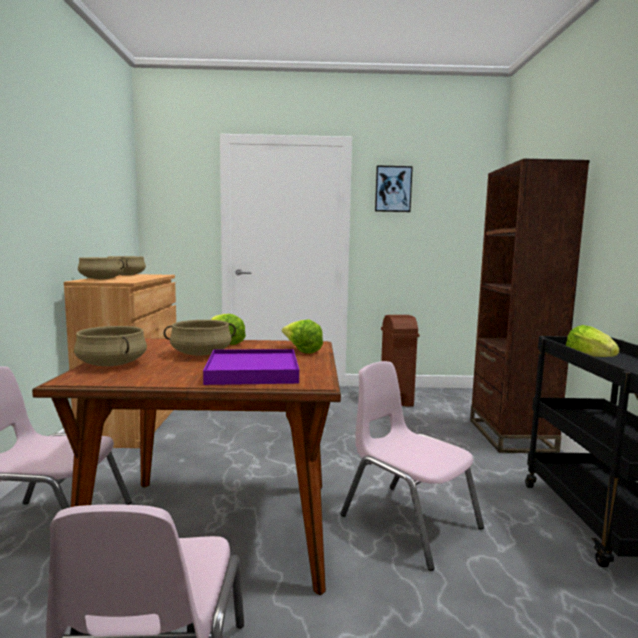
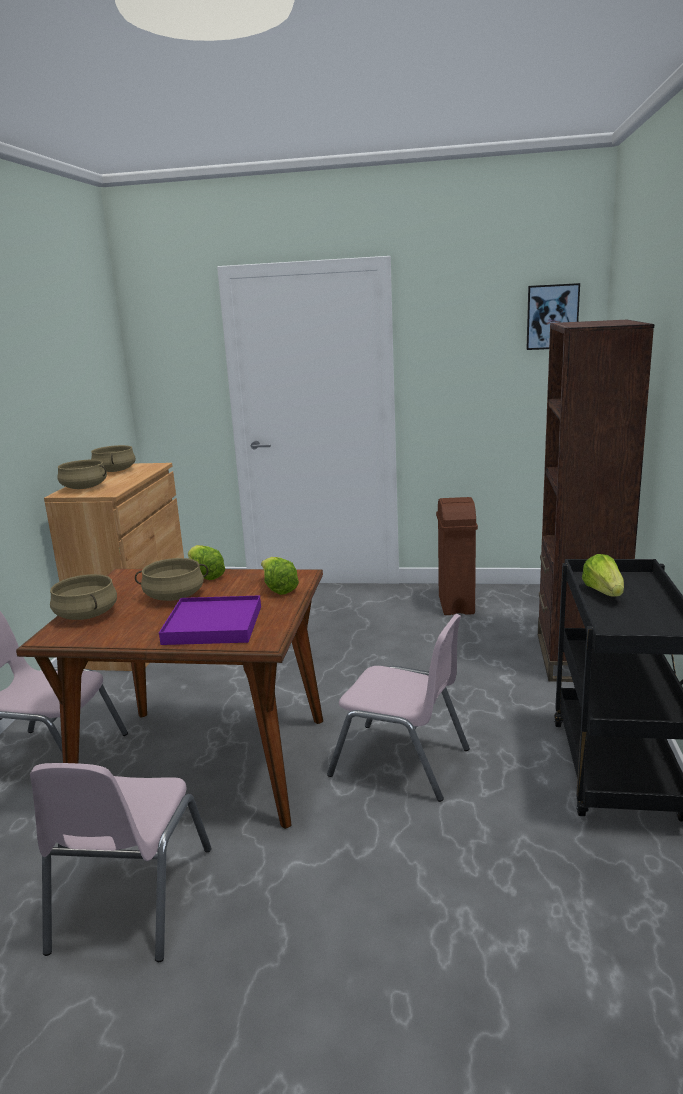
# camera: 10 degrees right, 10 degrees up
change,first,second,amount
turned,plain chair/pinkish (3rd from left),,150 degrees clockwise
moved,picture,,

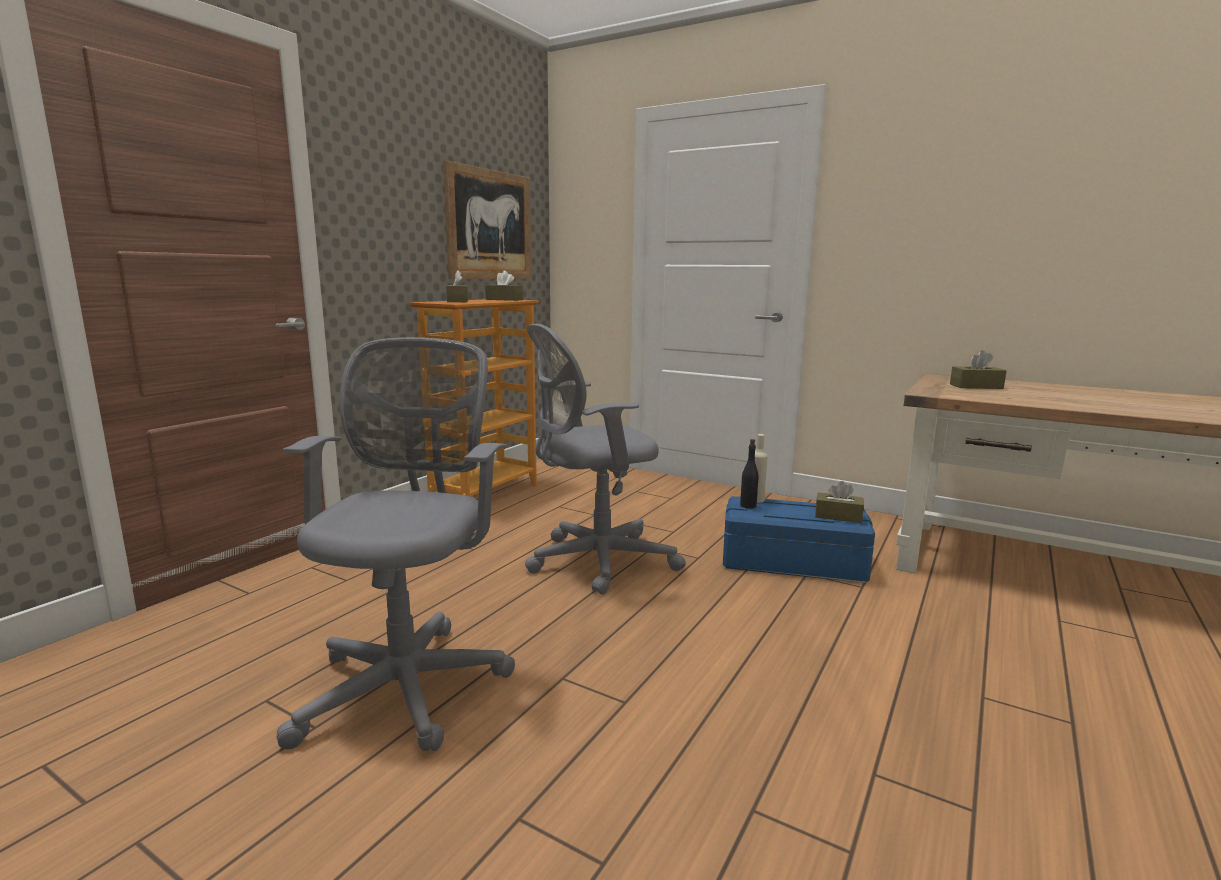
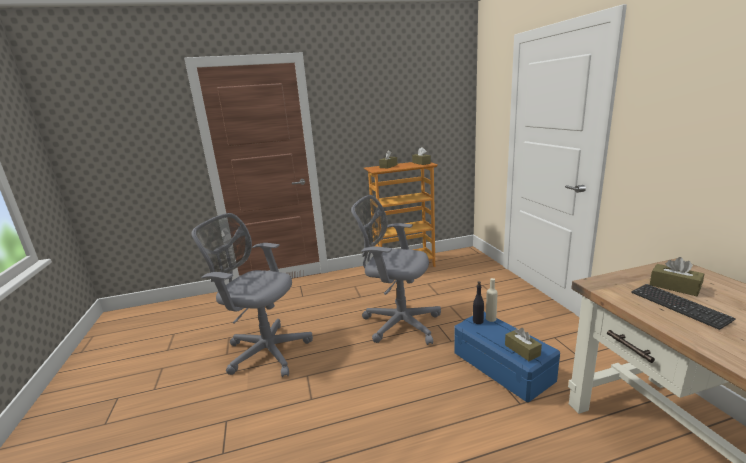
# camera: 45 degrees right, 5 degrees up
change,first,second,amount
turned,computer chair/greyish (1st from left),,120 degrees counterclockwise
added,,keyboard,
removed,picture,,

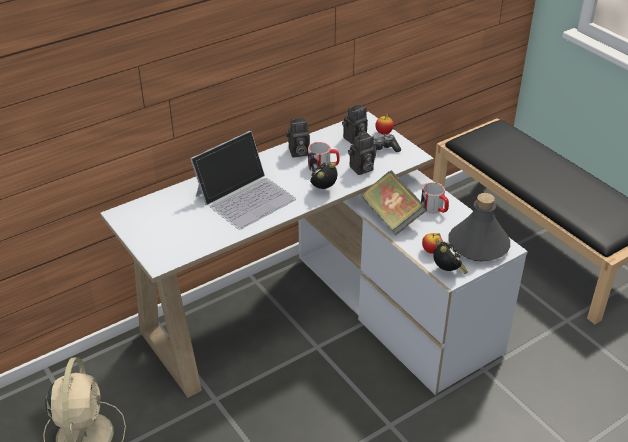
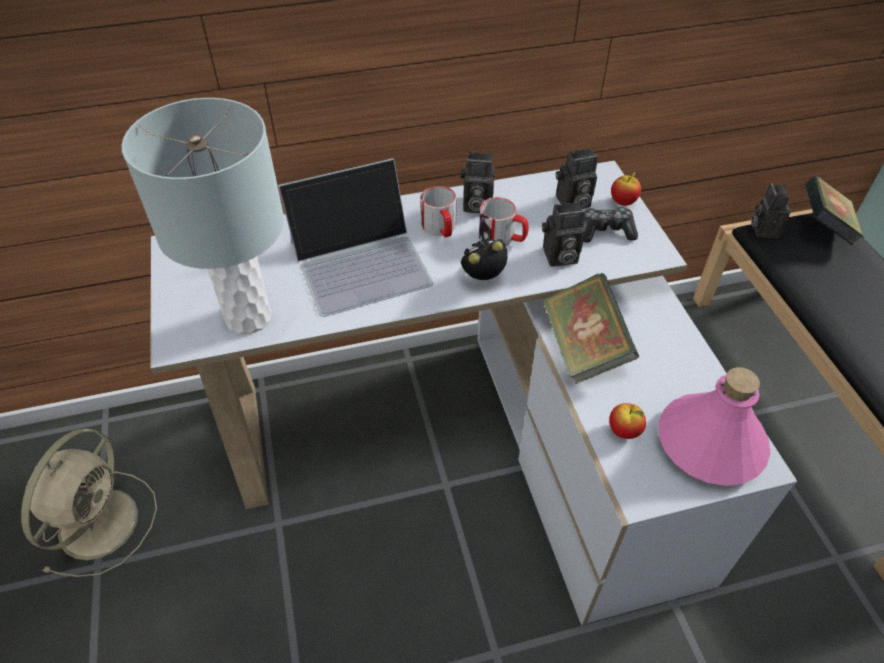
# camera: 20 degrees right, 10 degrees up
change,first,second,amount
added,,table lamp/greyish,
moved,tea mug (2nd from left in the first image),tea mug (1st from left),
recoloured,drink bottle/greyish,drink bottle/pinkish,
added,,still camera (4th from left),
added,,volume (2nd from left),
removed,table clock (2nd from left),,

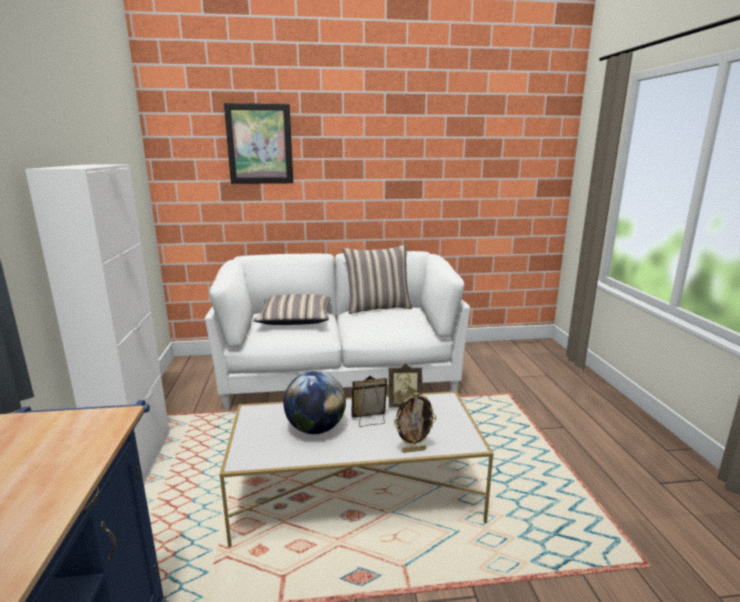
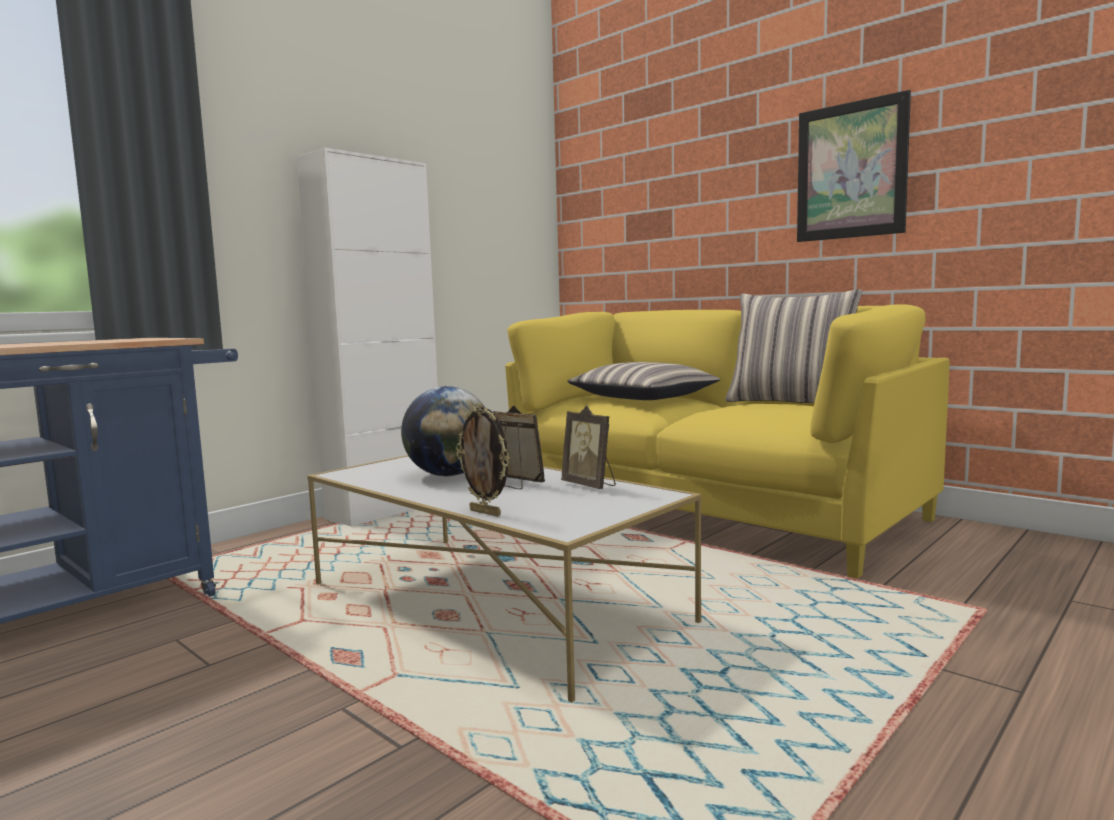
# camera: 50 degrees right, 10 degrees down
change,first,second,amount
recoloured,sofa/white-coloured,sofa/yellowish,
moved,picture,,

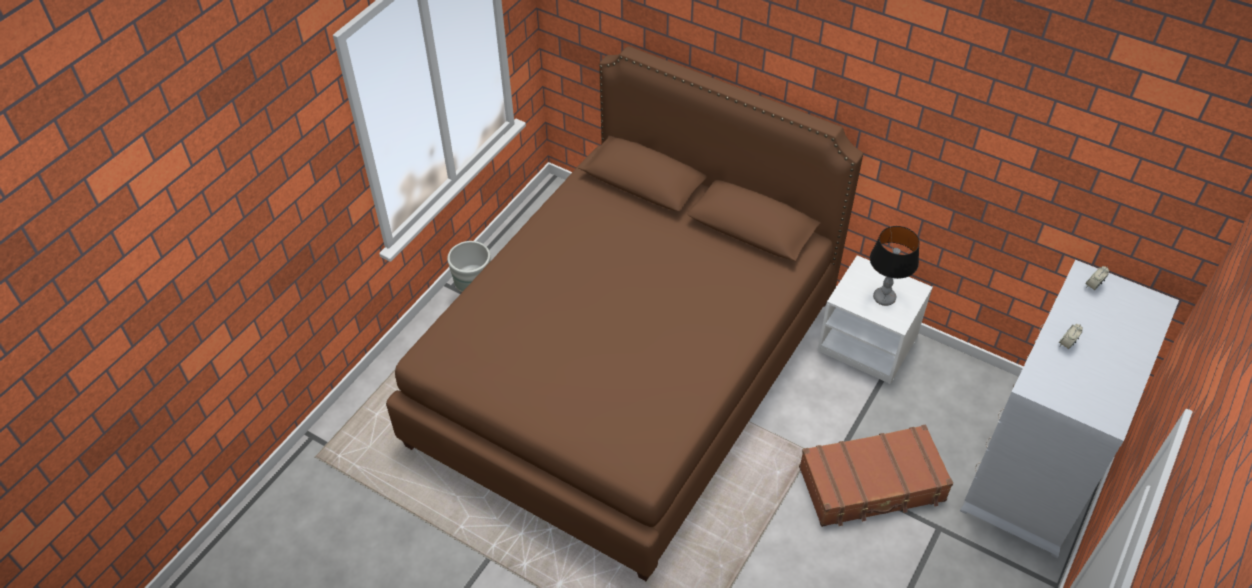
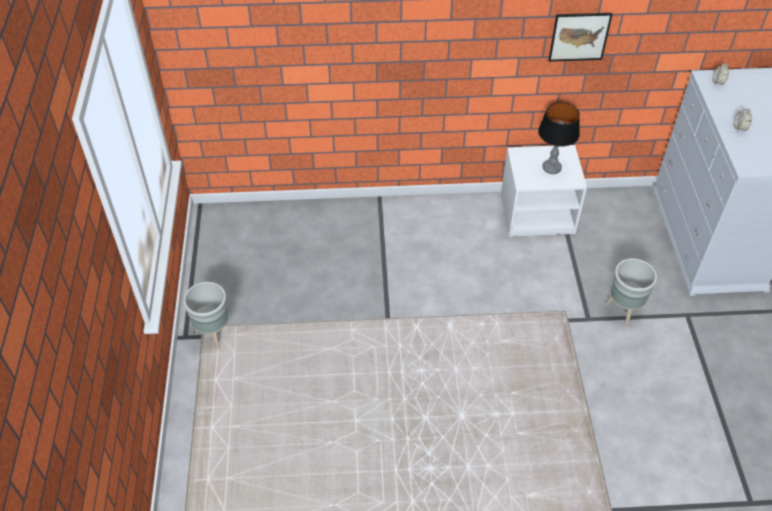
# camera: 35 degrees left, 0 degrees up
change,first,second,amount
added,,picture,
replaced,travel case/brown,plant pot/greyish (2nd from left),
removed,bed/brown,,

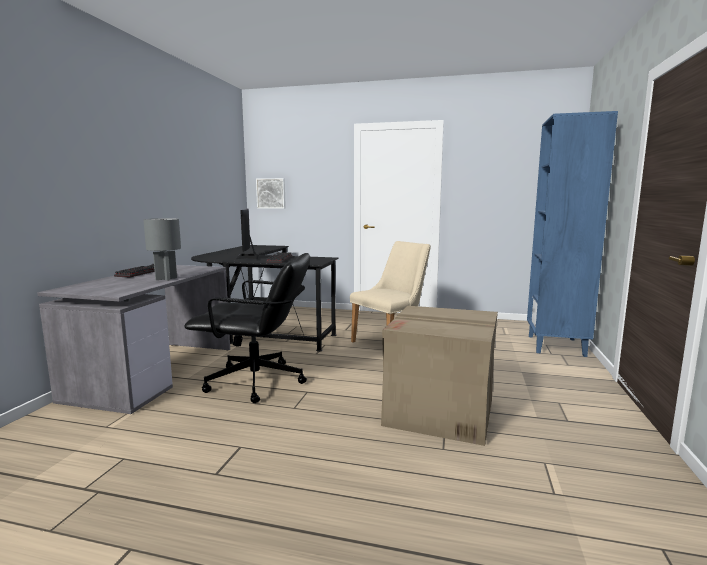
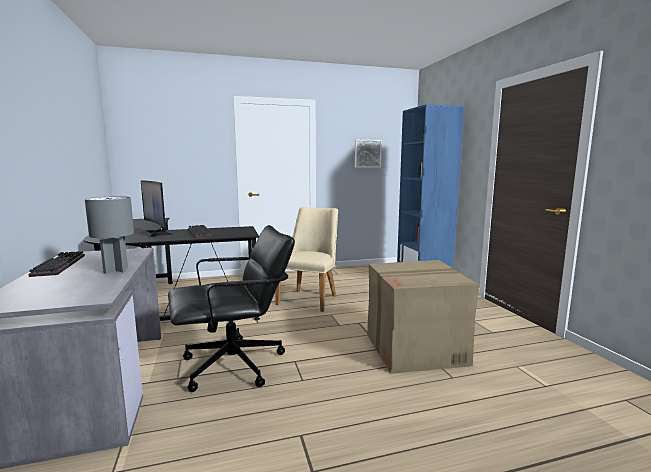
# camera: 30 degrees left, 0 degrees up
change,first,second,amount
moved,picture,,

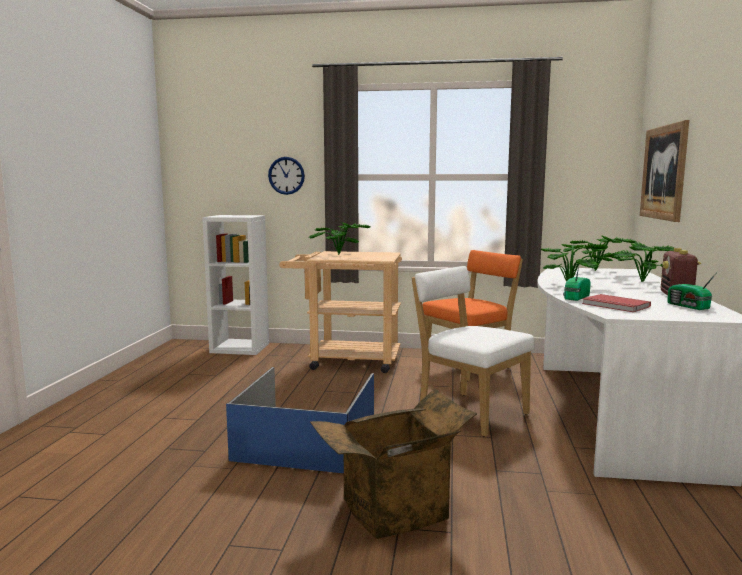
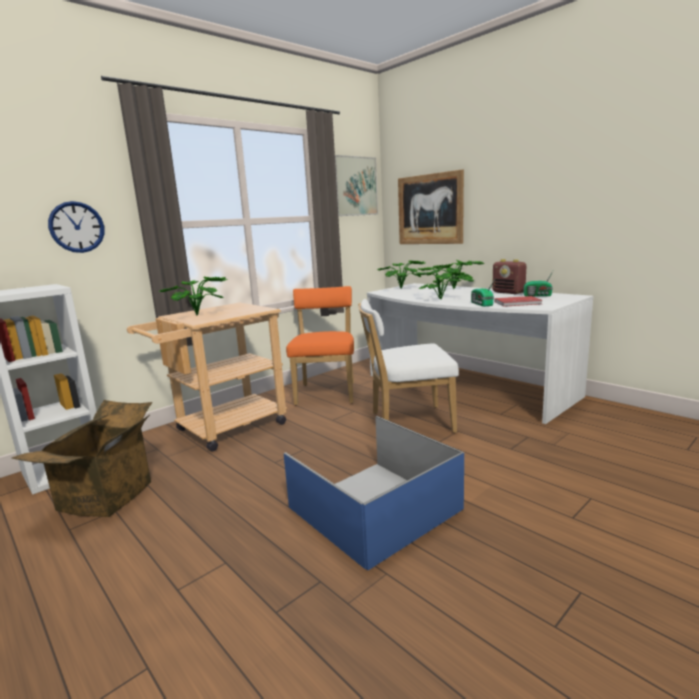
# camera: 50 degrees left, 5 degrees up
change,first,second,amount
moved,cardboard box,,
added,,picture (1st from left),

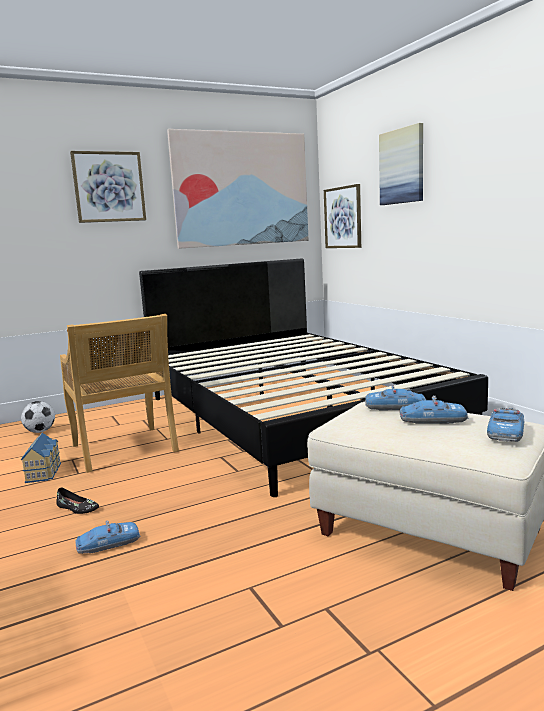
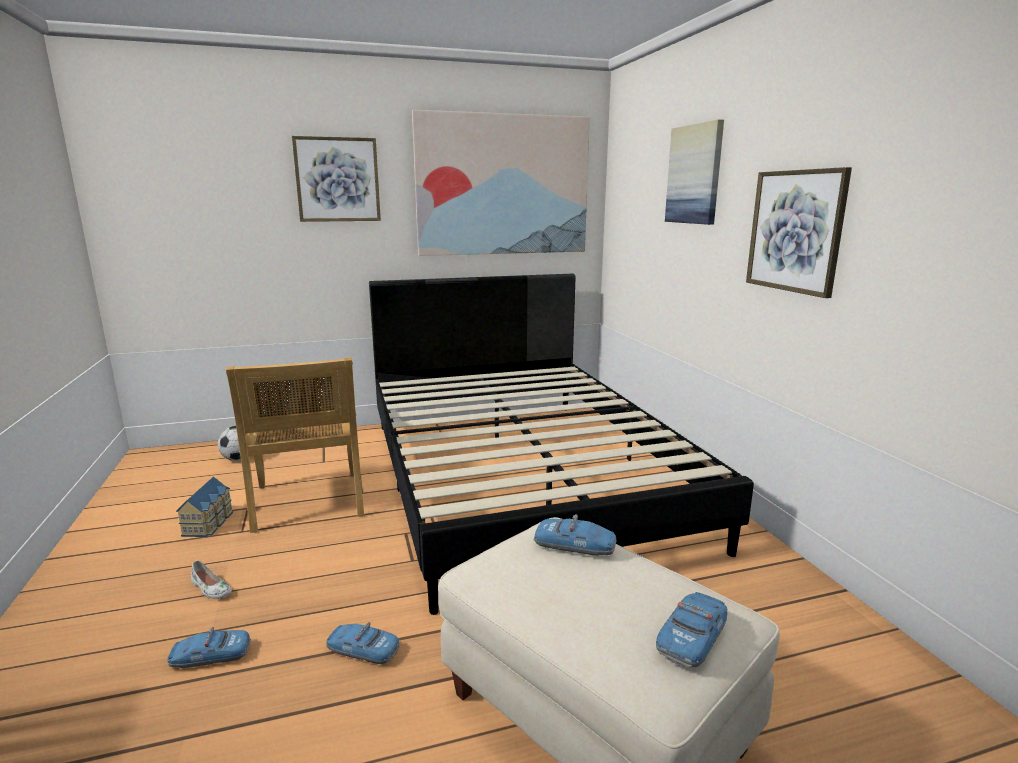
# camera: 10 degrees right, 5 degrees up
change,first,second,amount
recoloured,low shoe/black-coloured,low shoe/white-coloured,
moved,toy car (3rd from left in the first image),toy car (2nd from left),
moved,picture (3rd from left in the first image),picture (4th from left),

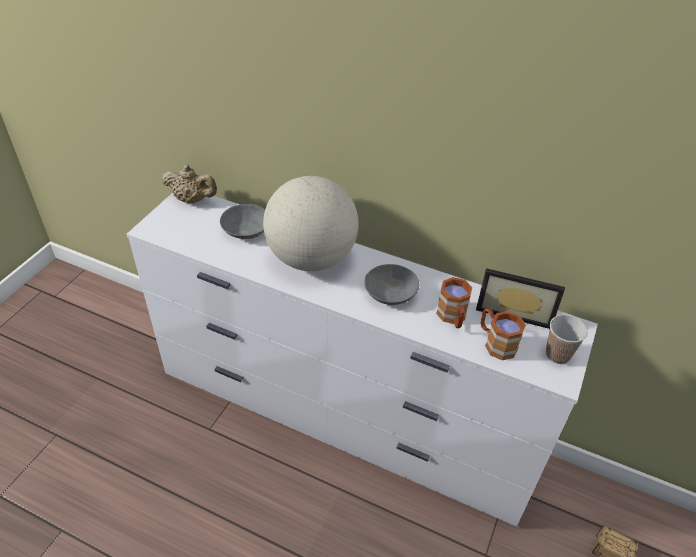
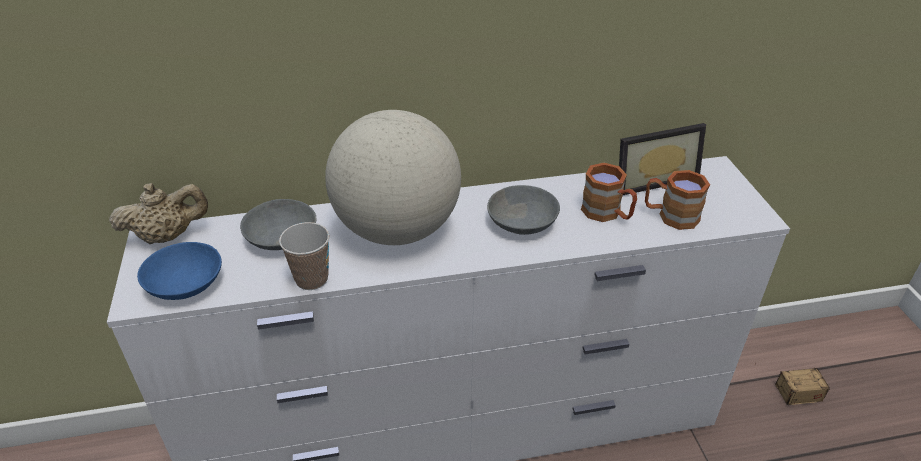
# camera: 35 degrees left, 5 degrees down
change,first,second,amount
added,,bowl/bluish,
moved,small cup,,

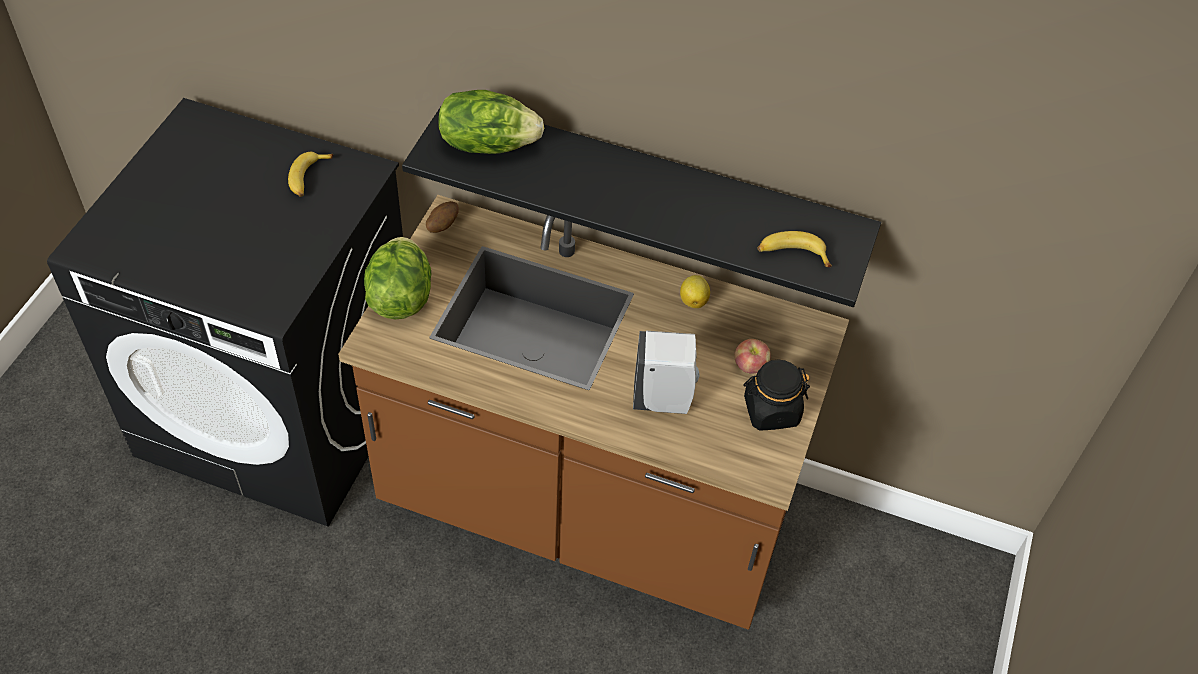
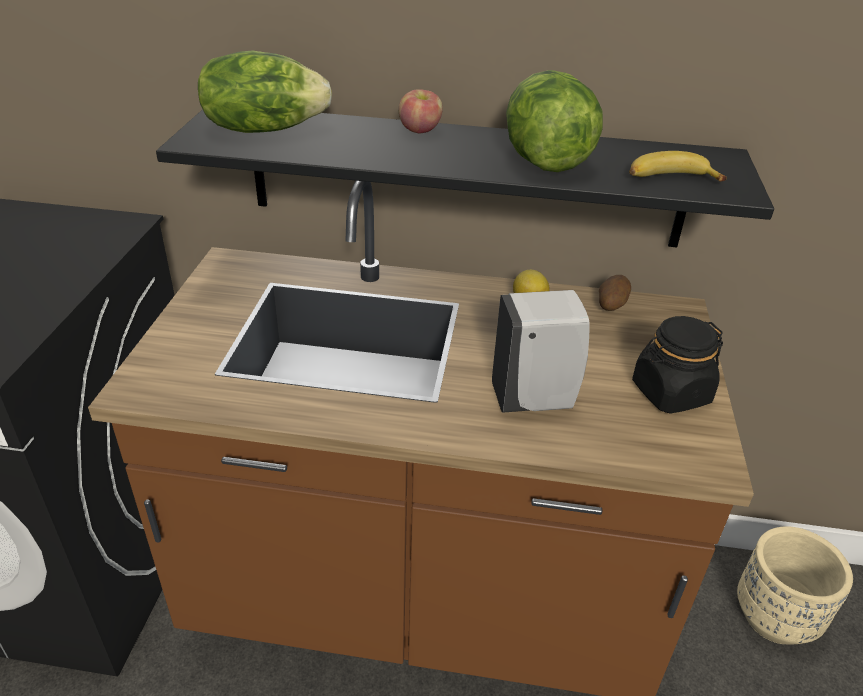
# camera: 10 degrees left, 15 degrees down
change,first,second,amount
moved,apple fruit,,
moved,lettuce (1st from left in the first image),lettuce (2nd from left),
moved,spud,,
added,,plant pot/beige,
removed,whole banana (1st from left),,

